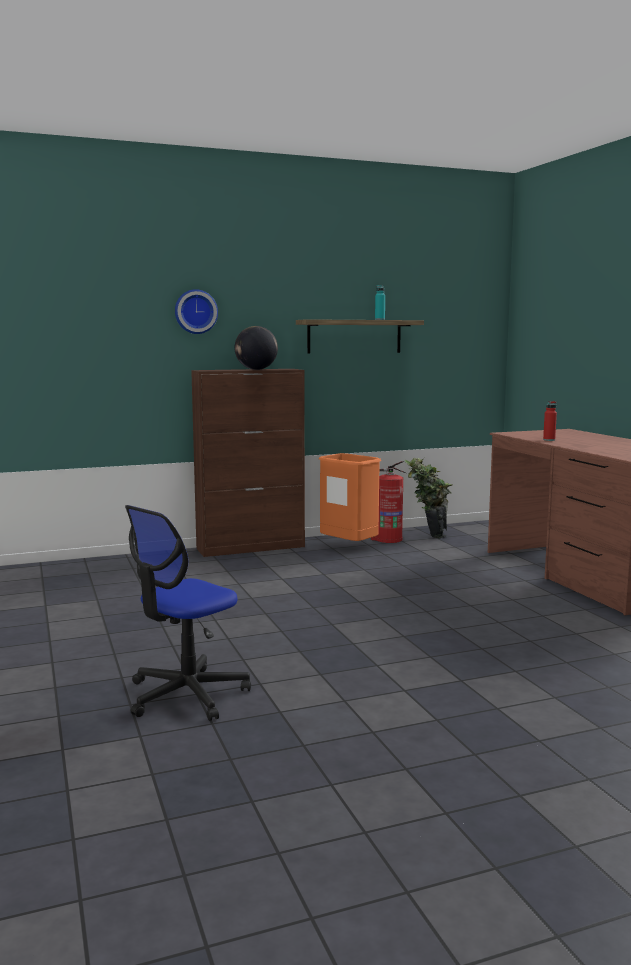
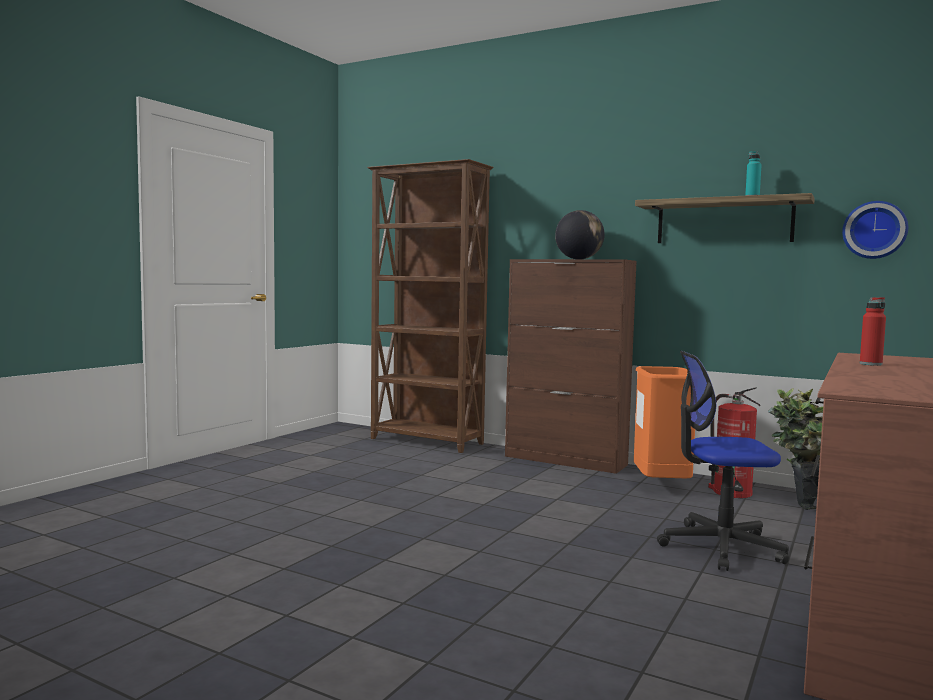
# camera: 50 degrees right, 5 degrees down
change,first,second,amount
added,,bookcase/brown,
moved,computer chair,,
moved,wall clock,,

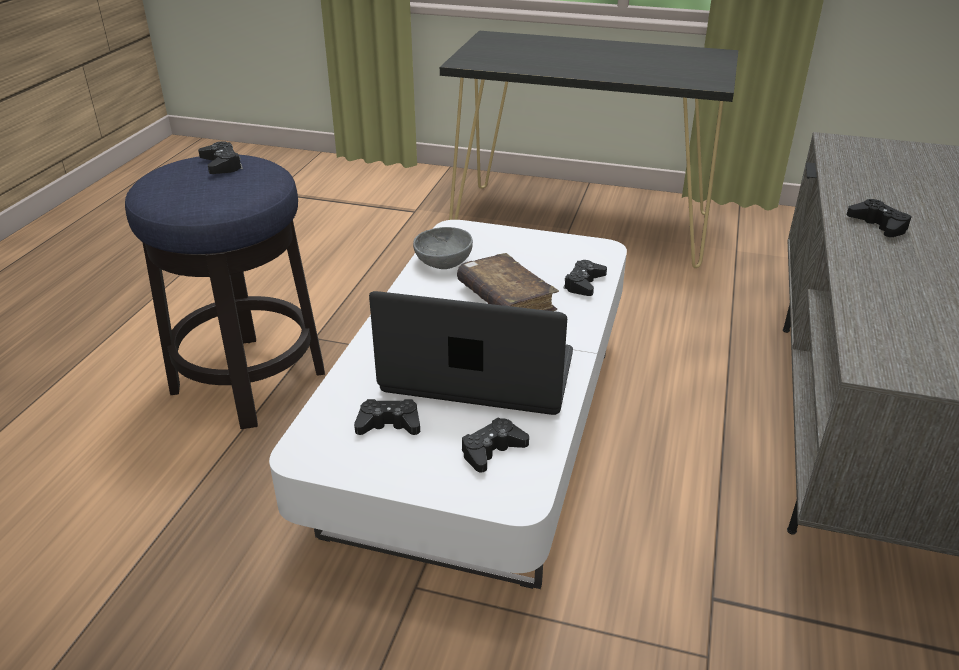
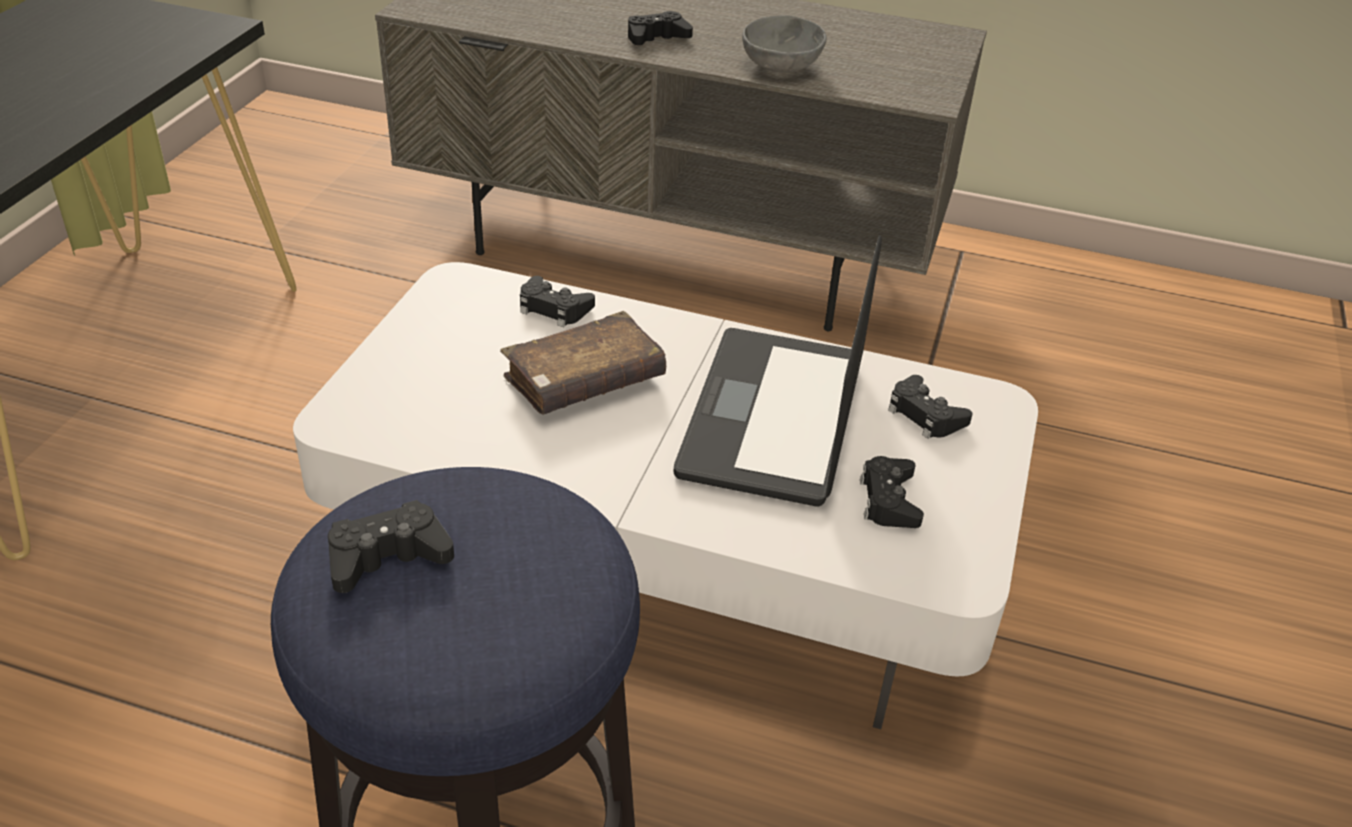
# camera: 90 degrees left, 5 degrees up
change,first,second,amount
moved,bowl/greyish,,

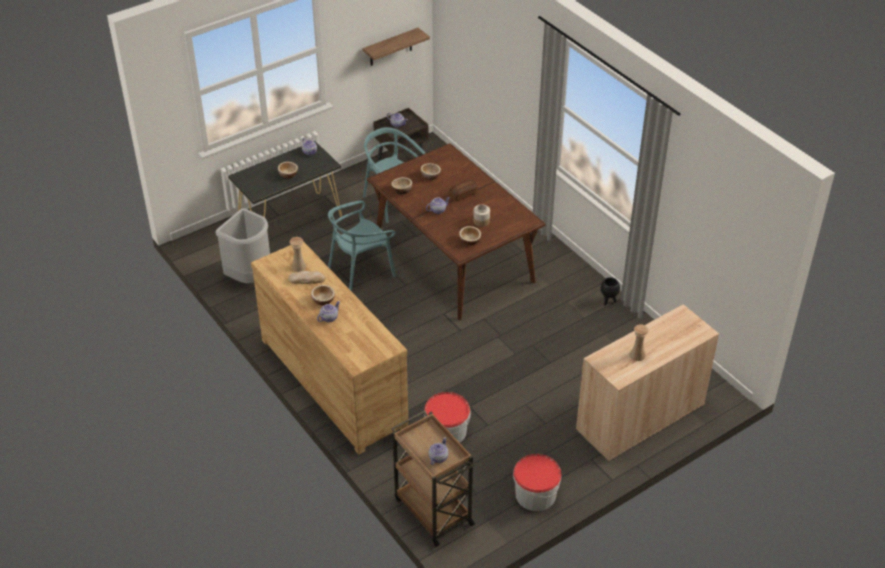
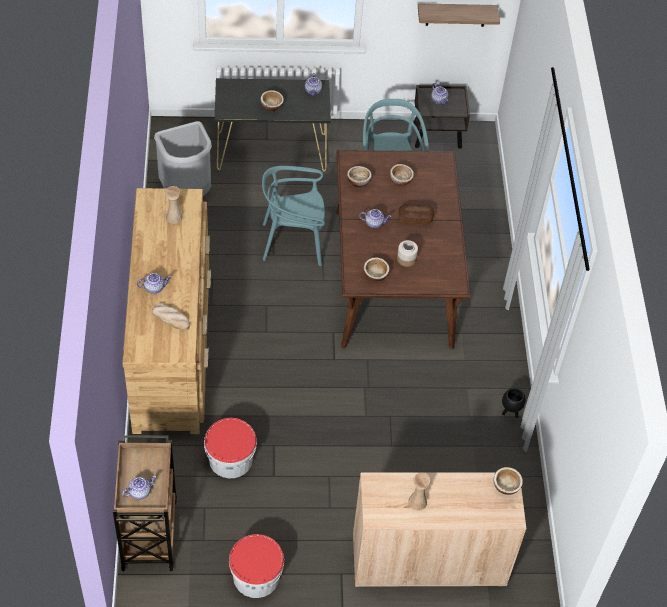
# camera: 30 degrees right, 10 degrees up
change,first,second,amount
moved,bakery bread (1st from left),,
moved,bowl (2nd from left in the first image),bowl (5th from left),

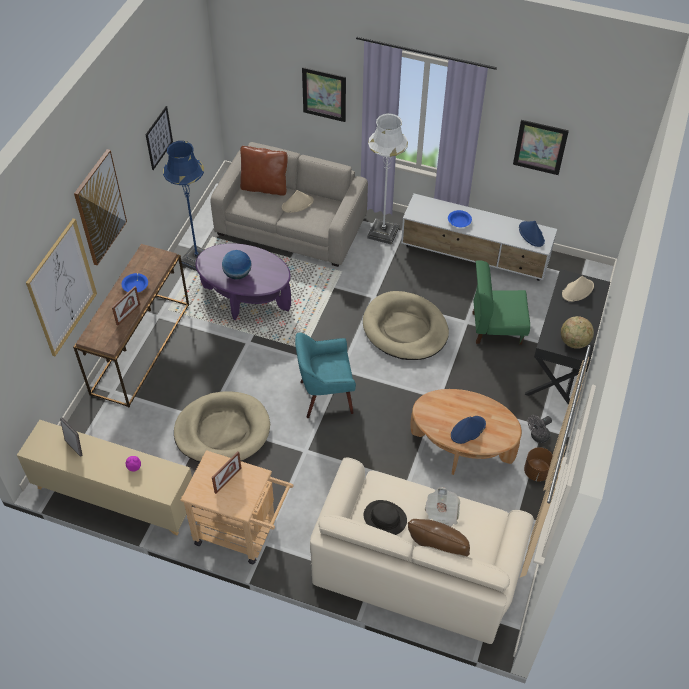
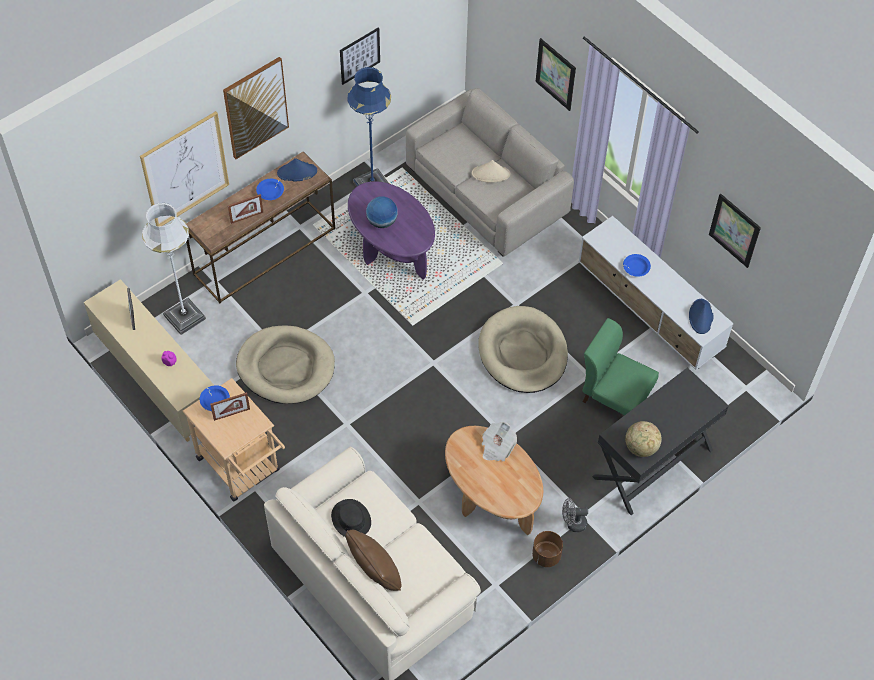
# camera: 30 degrees right, 5 degrees up
change,first,second,amount
moved,standard lamp/white-coloured,,
added,,bowl/bluish (1st from left),
moved,clothing hat/bluish (1st from left),,
moved,daily paper,,
removed,pillow/brown (1st from left),,
removed,lounge chair/turquoise-coloured,,
removed,clothing hat/beige (2nd from left),,

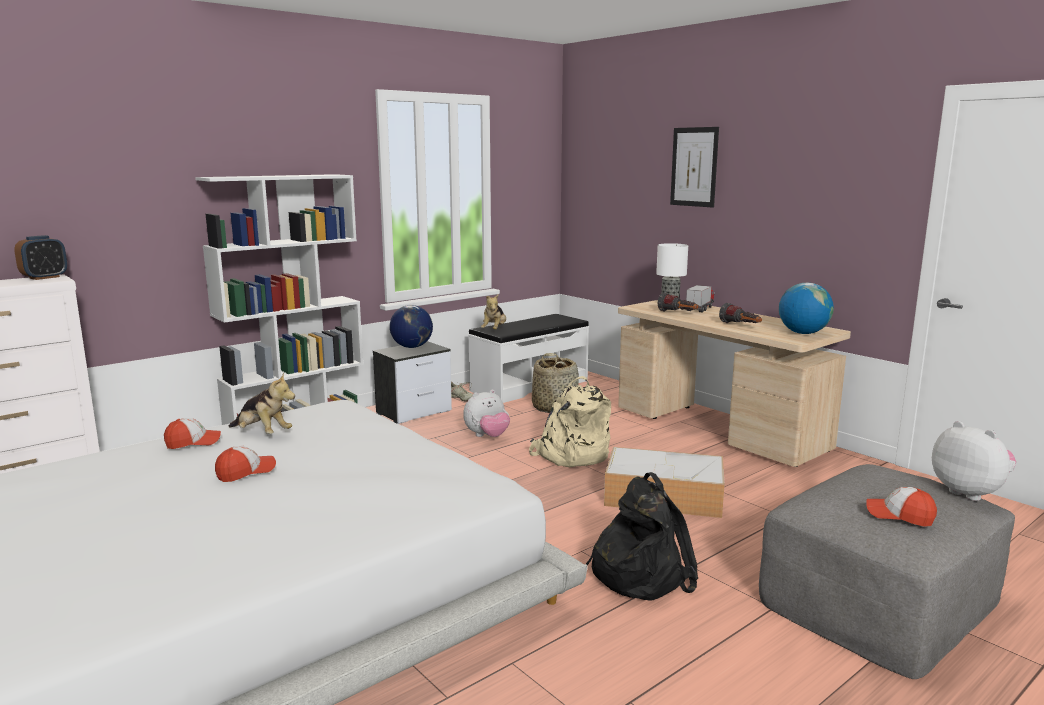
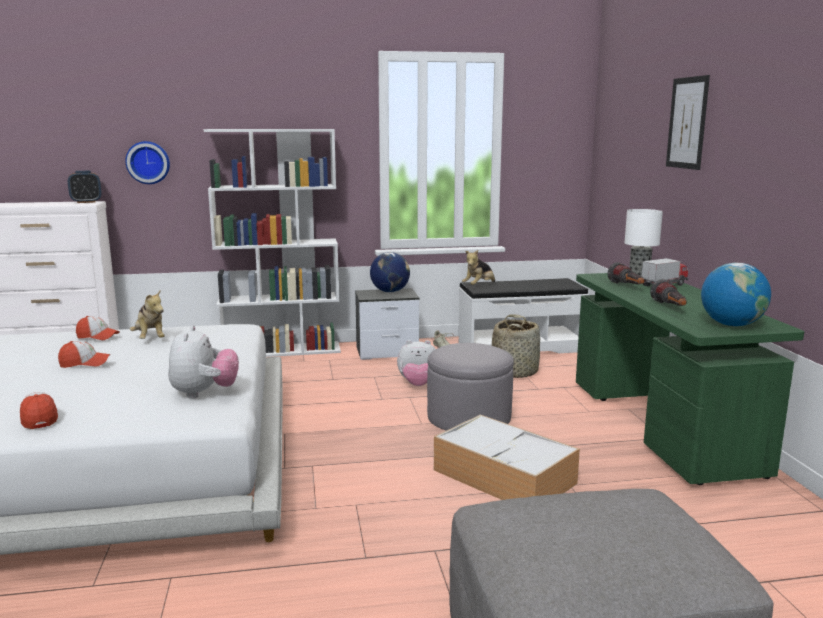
# camera: 30 degrees right, 0 degrees up
change,first,second,amount
moved,peaked cap (3rd from left in the first image),peaked cap (1st from left),
added,,wall clock,
moved,cuddly toy (4th from left in the first image),cuddly toy (2nd from left),
replaced,backpack/beige,pouffe/greyish (1st from left),
recoloured,desk/beige,desk/greenish,
removed,backpack/black-coloured,,

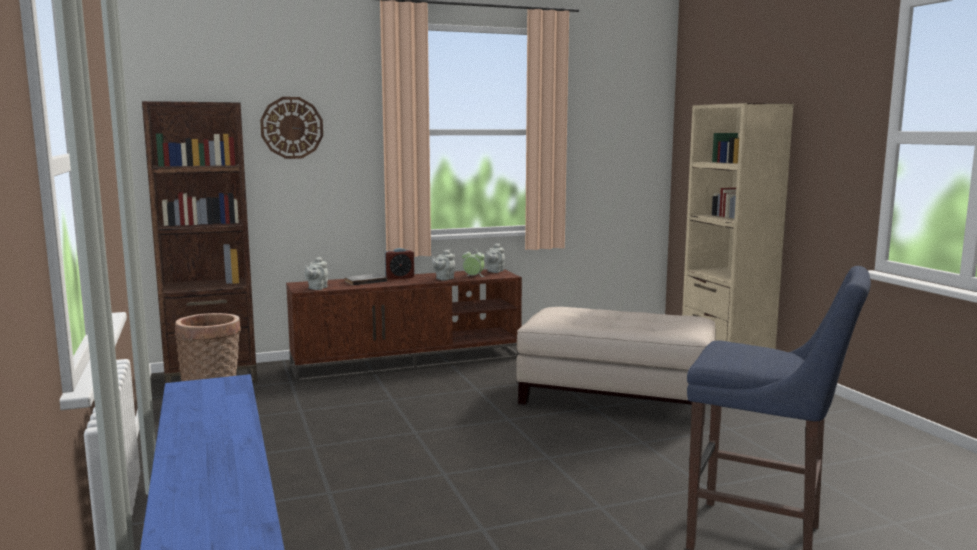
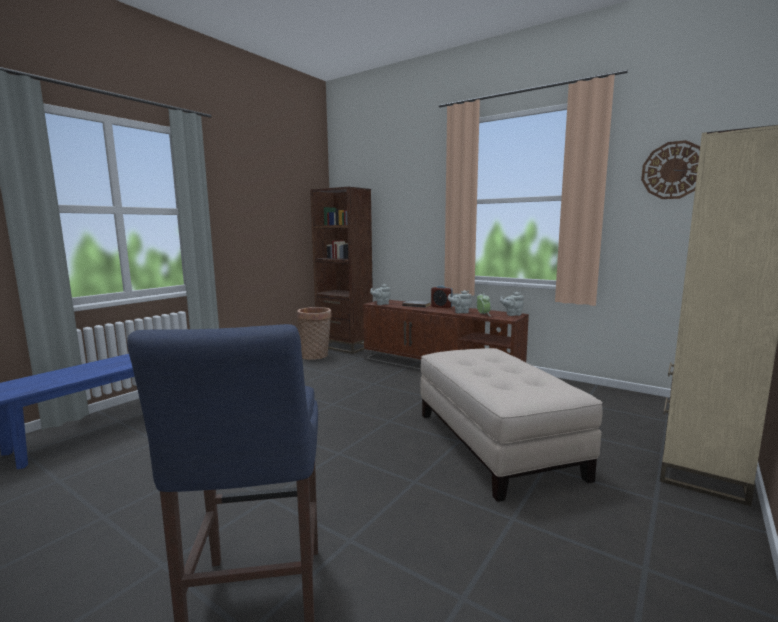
# camera: 55 degrees right, 0 degrees up
change,first,second,amount
moved,wall clock,,

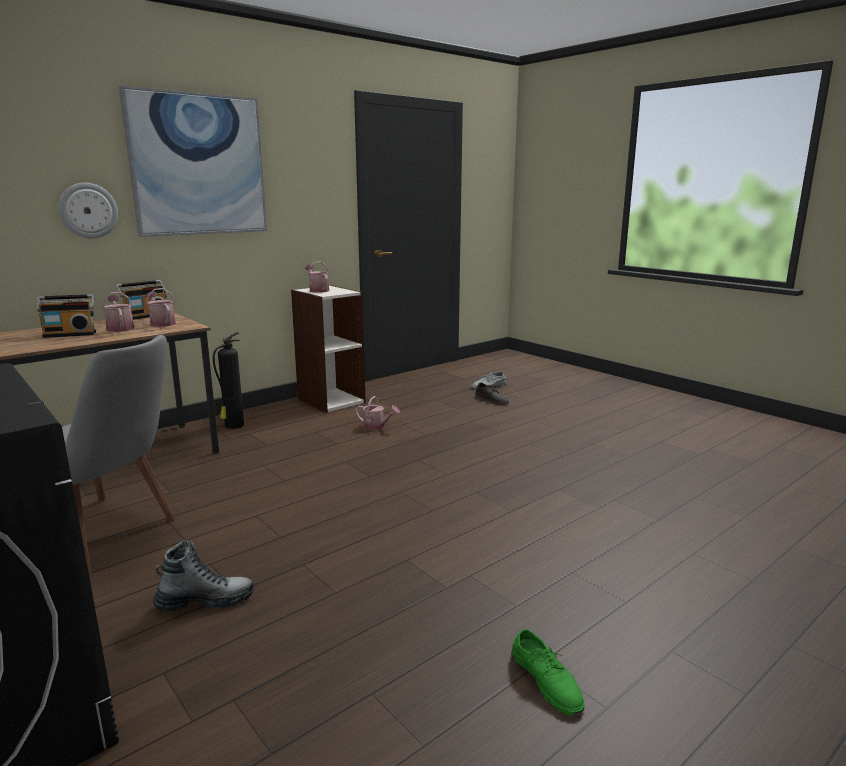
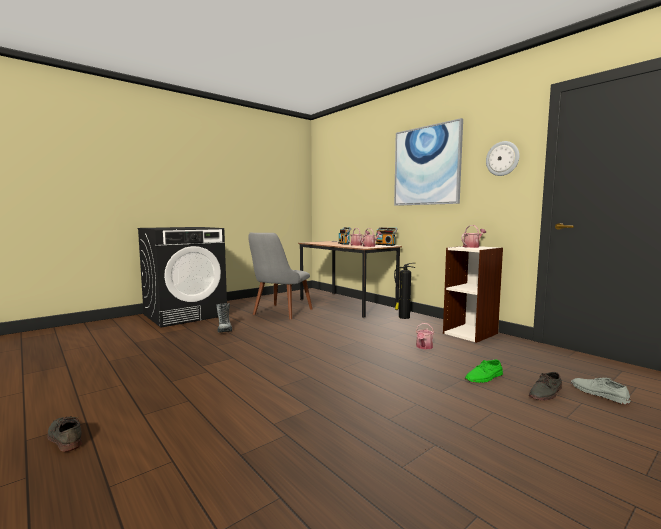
# camera: 90 degrees right, 10 degrees down
change,first,second,amount
added,,low shoe/greyish (1st from left),
moved,low shoe/greenish,,
moved,wall clock,,

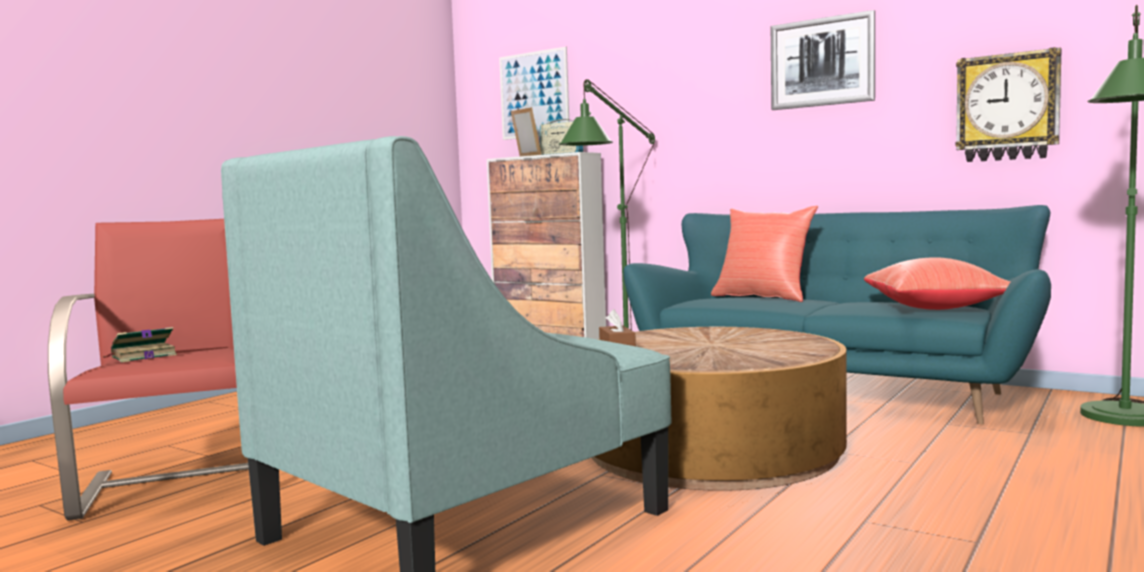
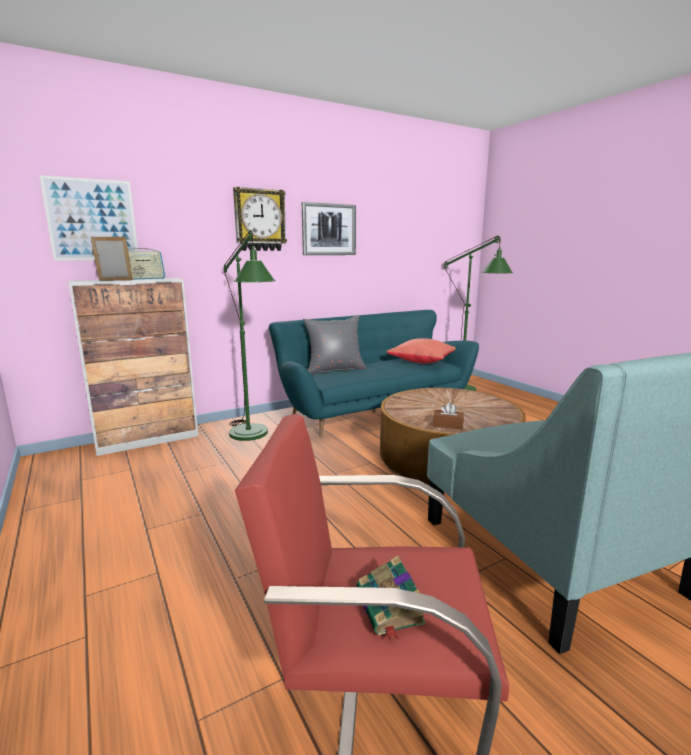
# camera: 65 degrees left, 10 degrees up
change,first,second,amount
moved,wall clock,,
recoloured,pillow/reddish (1st from left),pillow/greyish,

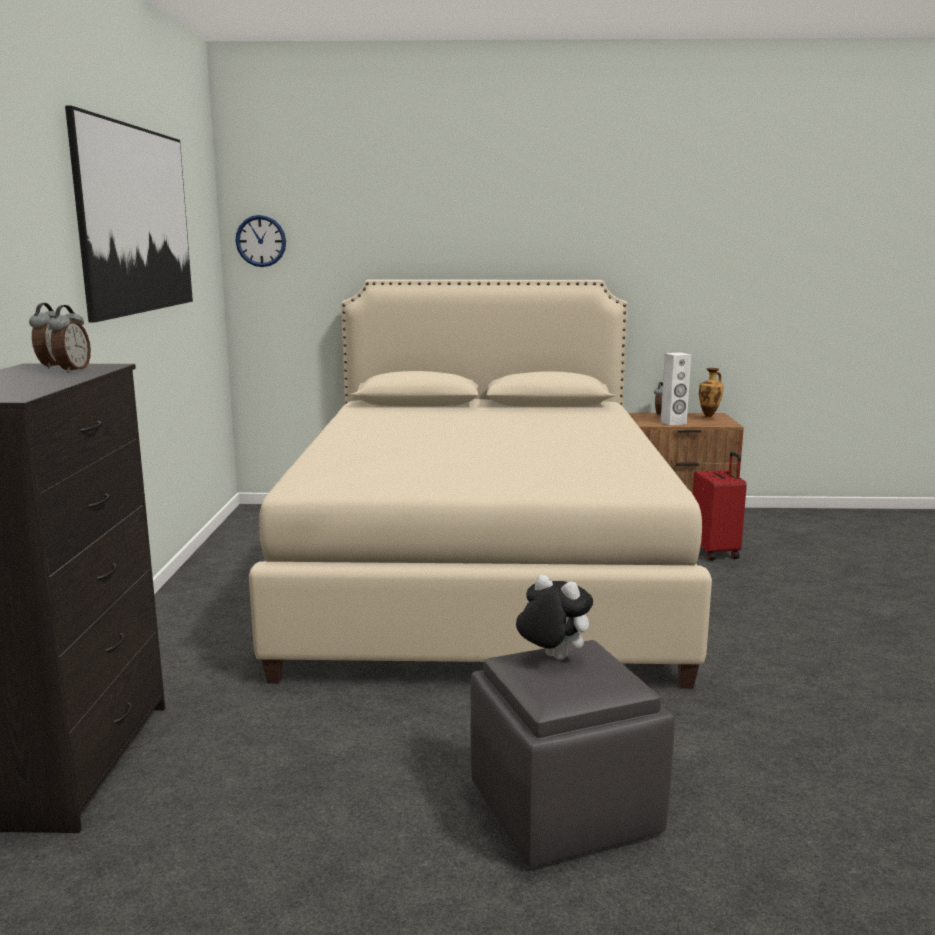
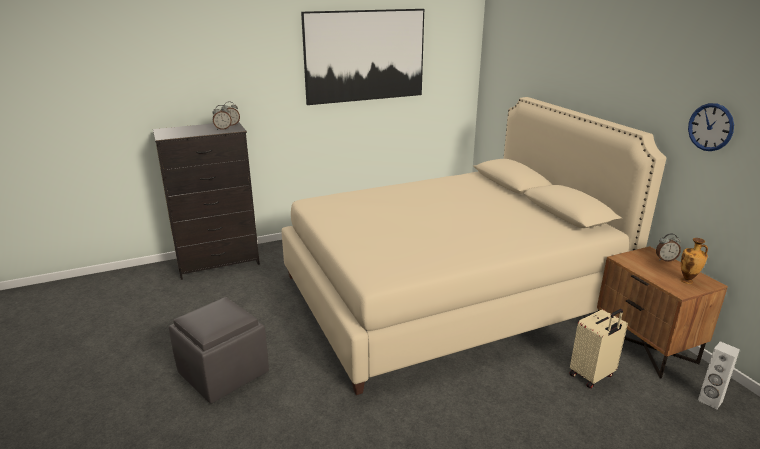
# camera: 65 degrees right, 10 degrees up
change,first,second,amount
recoloured,travel case/reddish,travel case/beige,
moved,wall clock,,
moved,speaker/white-coloured,,
removed,cuddly toy,,

